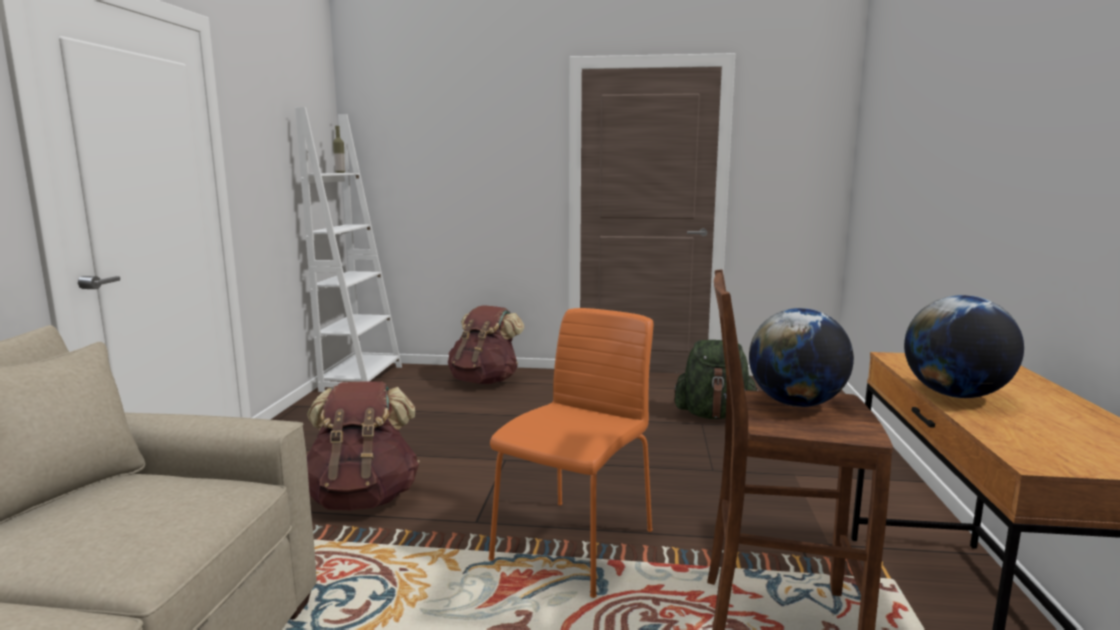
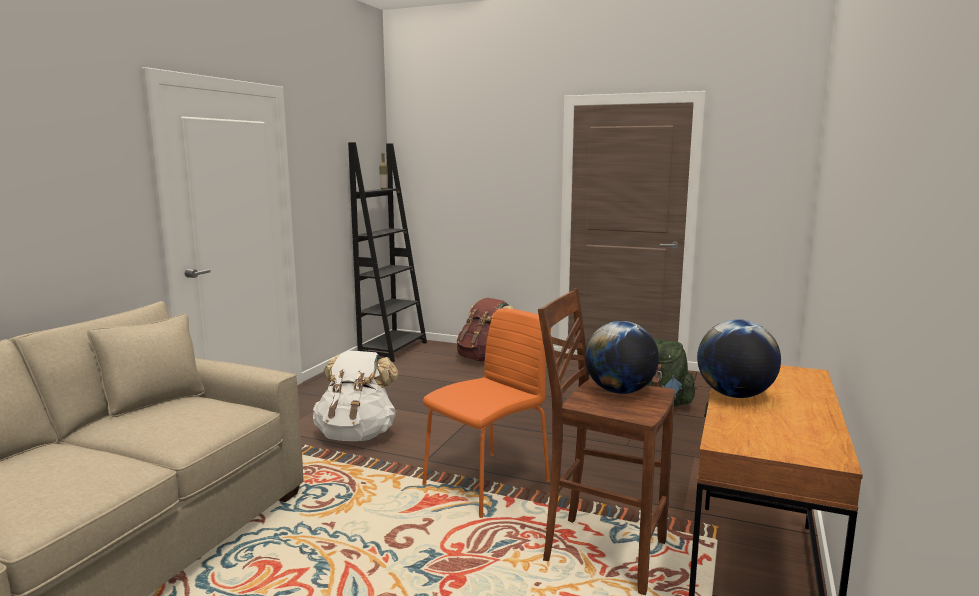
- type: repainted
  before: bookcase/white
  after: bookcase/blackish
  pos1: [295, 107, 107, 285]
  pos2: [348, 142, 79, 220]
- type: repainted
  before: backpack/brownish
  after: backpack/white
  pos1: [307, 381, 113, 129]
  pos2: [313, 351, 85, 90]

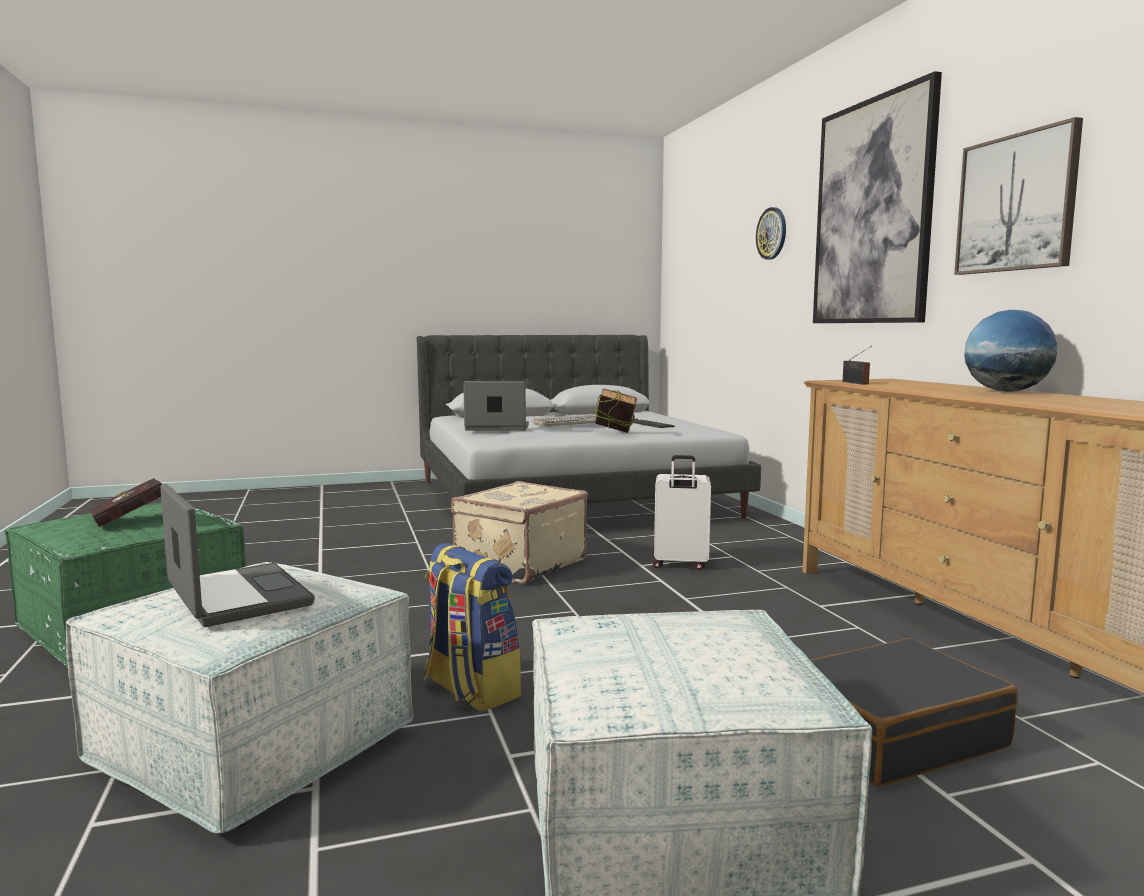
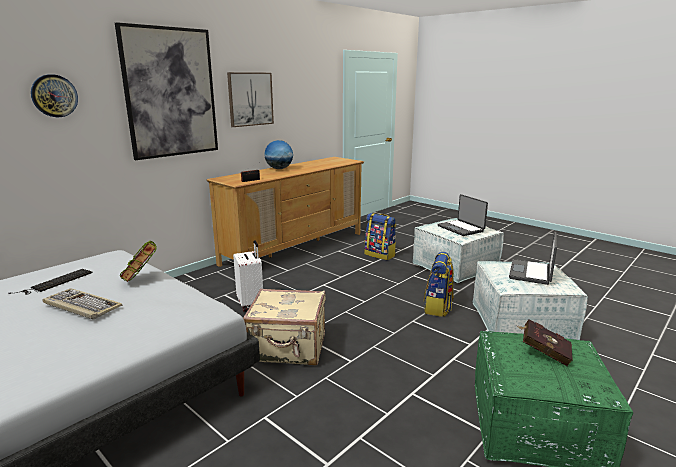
- type: shifted
  before: laptop
  pos1: [463, 381, 66, 50]
  pos2: [437, 194, 51, 42]
- type: swapped
  before: travel case/blackish
  after: backpack
  pos1: [810, 638, 208, 149]
  pos2: [364, 213, 32, 47]

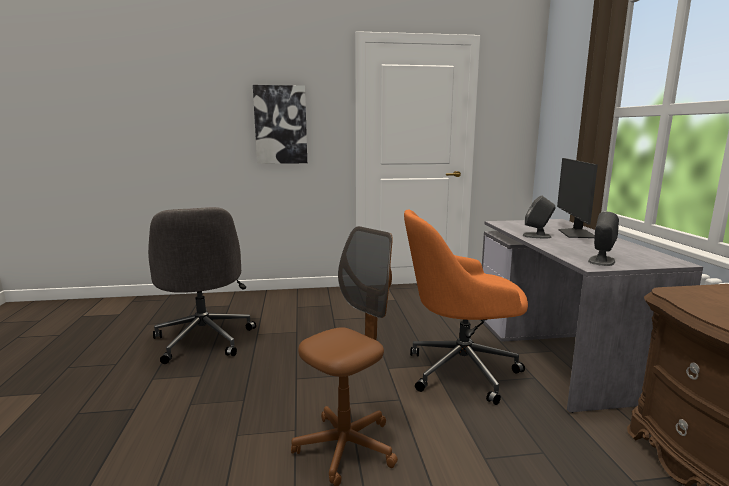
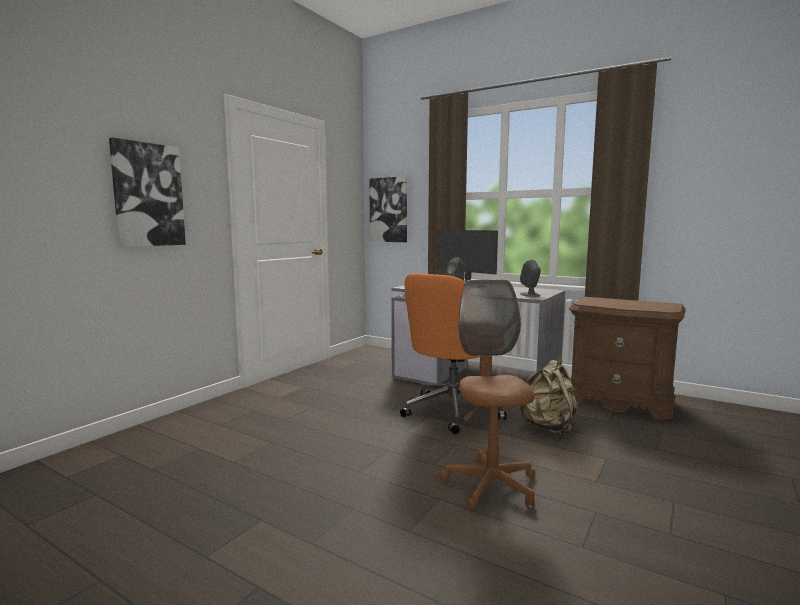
- type: gone
  before: office chair/gray
  pos1: [148, 207, 108, 157]
- type: new
  after: wall picture
  pos2: [369, 176, 38, 66]
- type: new
  after: backpack/beige
  pos2: [518, 359, 59, 76]

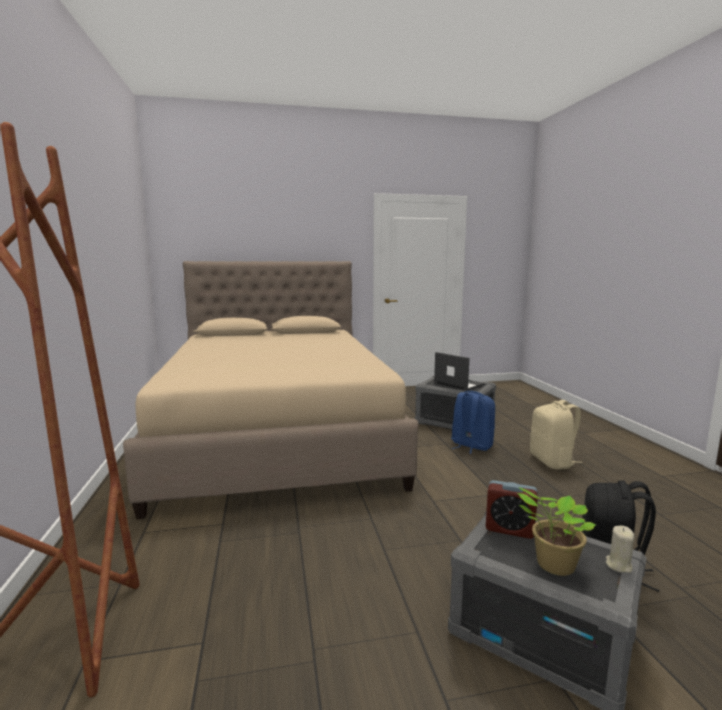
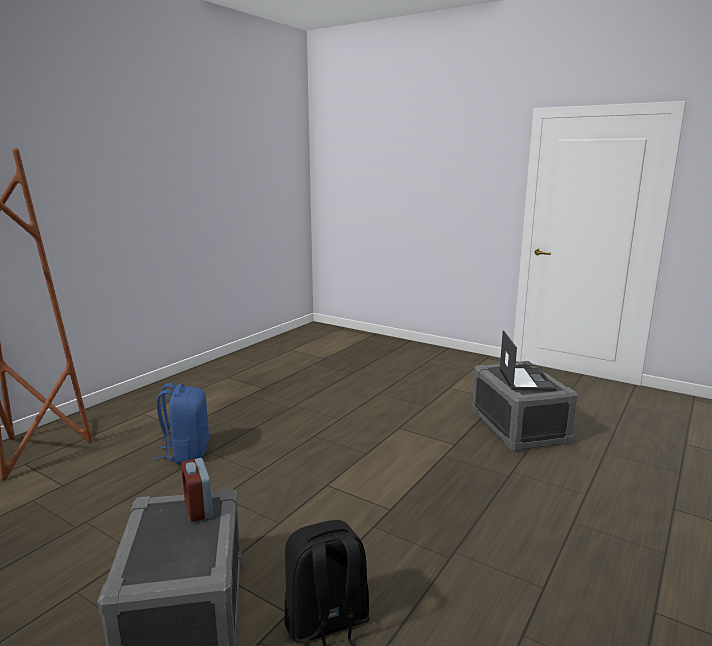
- type: gone
  before: bed/beige
  pos1: [123, 261, 295, 258]
- type: gone
  before: plant in a pot
  pos1: [517, 487, 79, 89]
- type: gone
  before: backpack/beige
  pos1: [530, 400, 52, 70]
- type: gone
  before: candle/beige
  pos1: [606, 526, 28, 47]
- type: shifted
  before: backpack/bluish
  pos1: [451, 391, 44, 63]
  pos2: [154, 383, 55, 81]

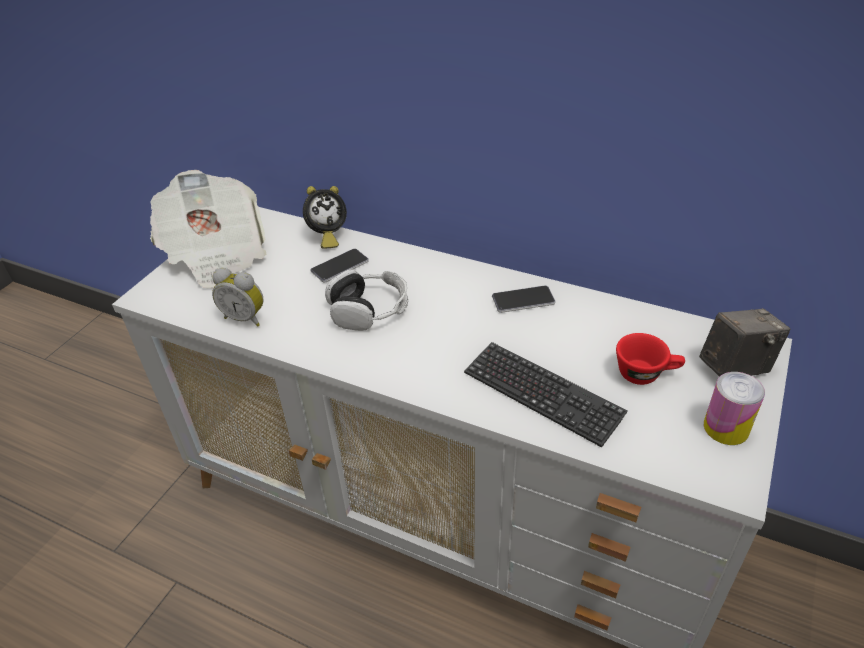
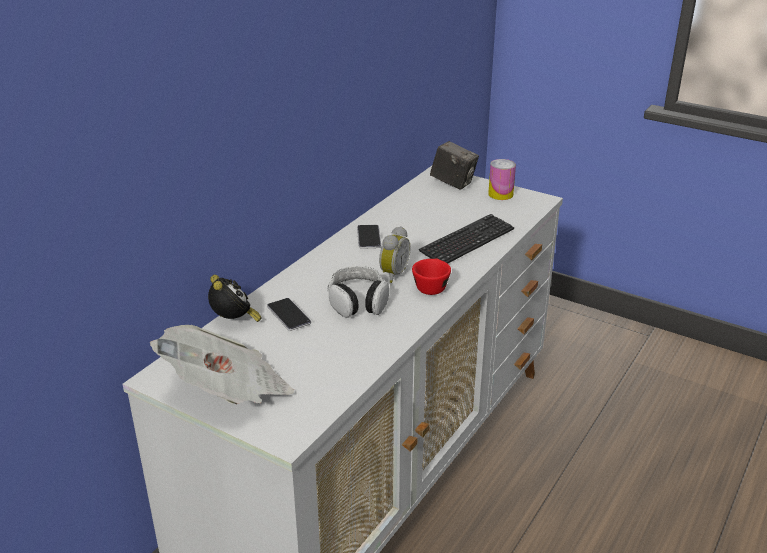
- type: shifted
  before: alarm clock
  pos1: [212, 268, 52, 59]
  pos2: [379, 226, 32, 57]
- type: shifted
  before: cup/reddish
  pos1: [616, 333, 69, 52]
  pos2: [412, 258, 39, 37]
- type: rotated
  before: photo camera
  pos1: [699, 308, 92, 69]
  pos2: [430, 141, 49, 48]
  turn: 135

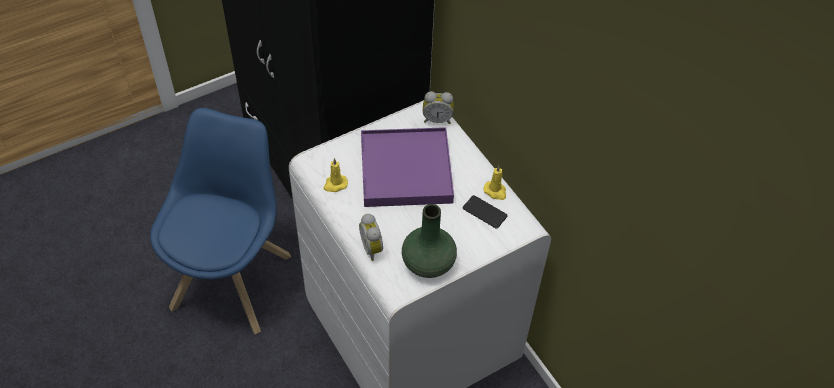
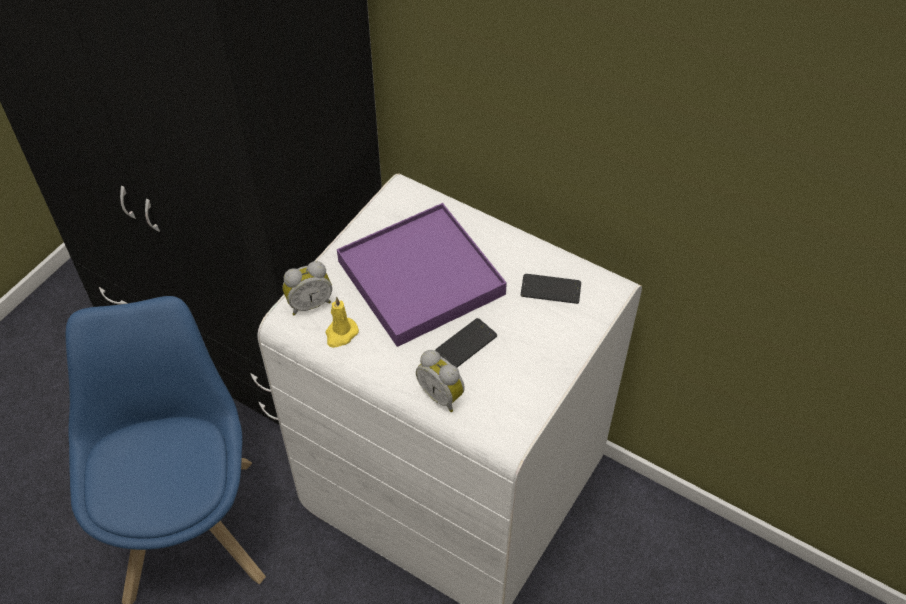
- type: gone
  before: flower vase/green
  pos1: [402, 204, 55, 74]
- type: gone
  before: candle/yellowish
  pos1: [483, 165, 23, 35]
- type: new
  after: handset
  pos2: [435, 318, 62, 49]
- type: shifted
  before: alarm clock
  pos1: [423, 91, 31, 33]
  pos2: [282, 261, 50, 55]

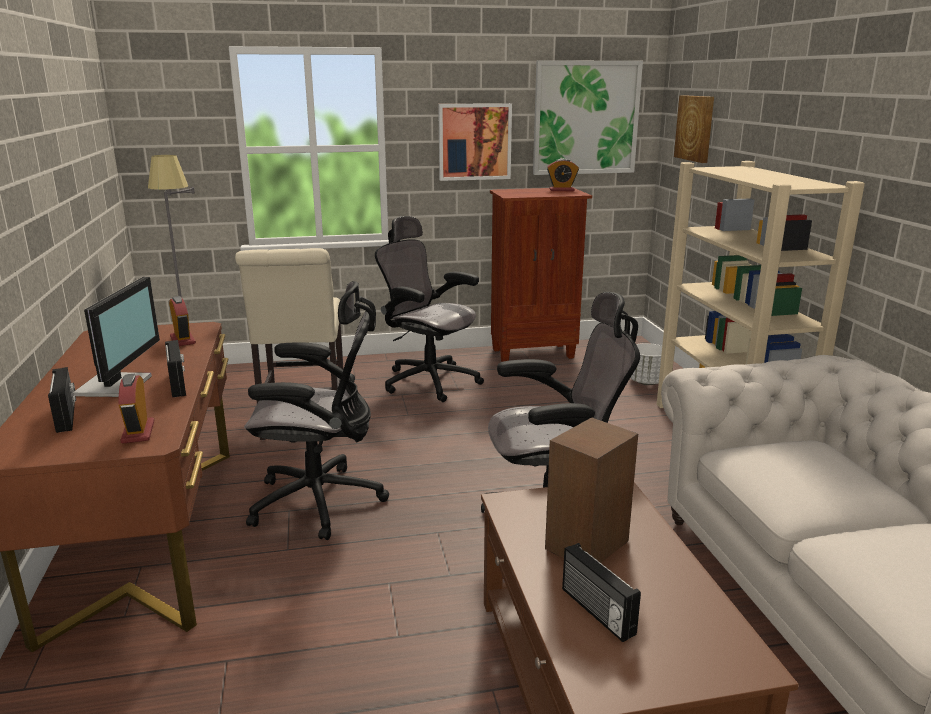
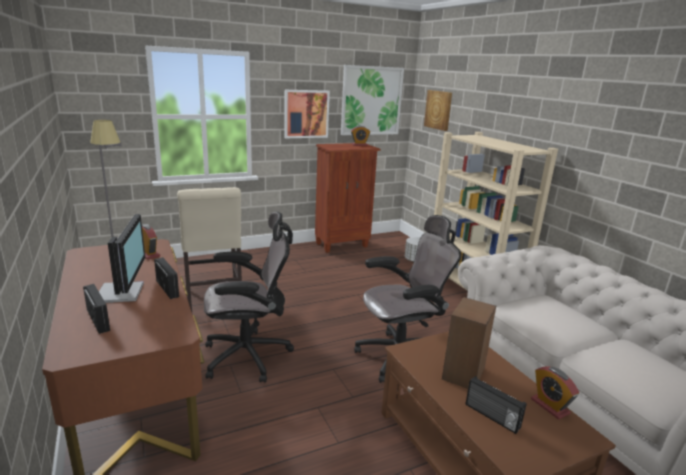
- type: gone
  before: office chair
  pos1: [375, 216, 109, 186]
- type: shifted
  before: alarm clock
  pos1: [119, 374, 36, 70]
  pos2: [531, 366, 48, 53]

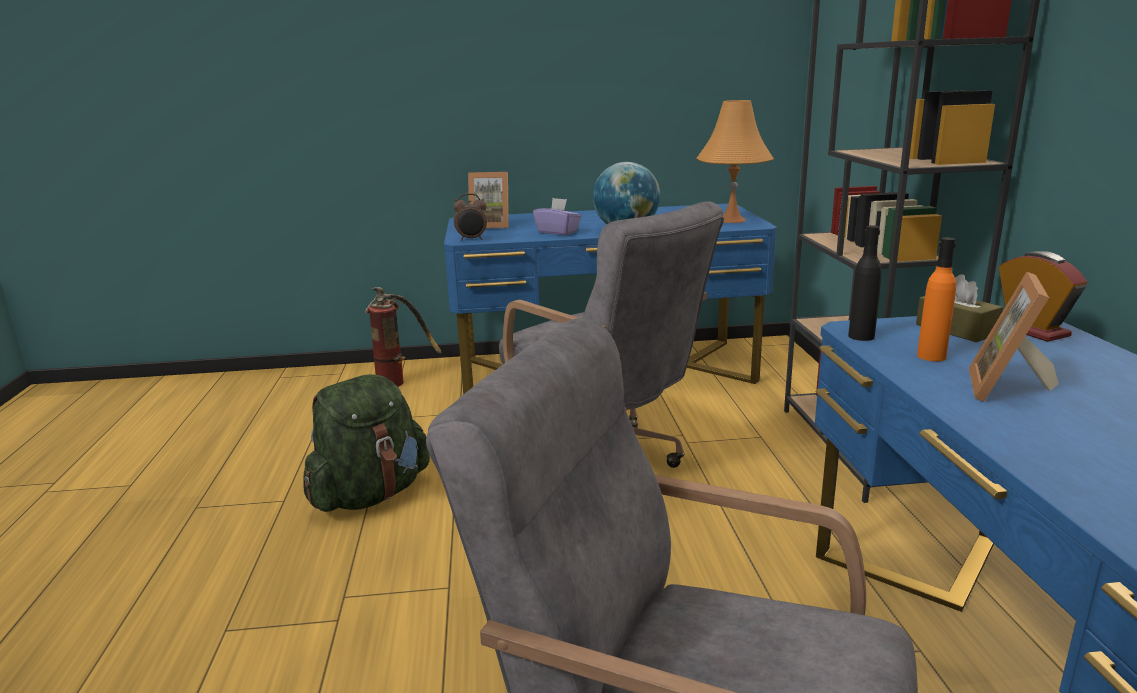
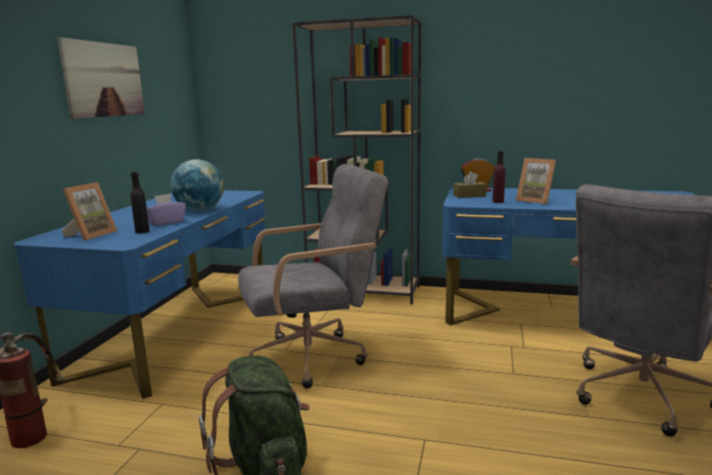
- type: gone
  before: alarm clock
  pos1: [453, 193, 34, 48]
- type: gone
  before: lamp for a table/orange-coloured
  pos1: [696, 100, 78, 123]
- type: new
  after: wall picture
  pos2: [57, 37, 88, 82]
- type: shifted
  before: bottle/blackish
  pos1: [848, 225, 34, 116]
  pos2: [130, 172, 20, 62]
- type: repainted
  before: bottle/orange-coloured
  after: bottle/purple-coloured
  pos1: [917, 237, 39, 124]
  pos2: [492, 151, 13, 52]

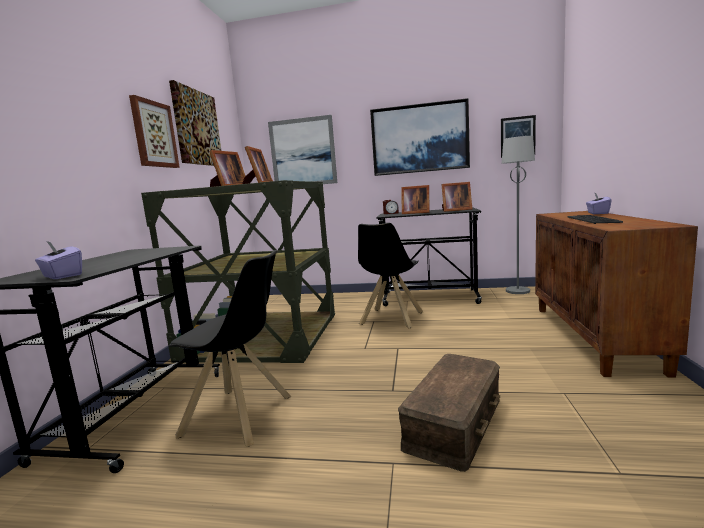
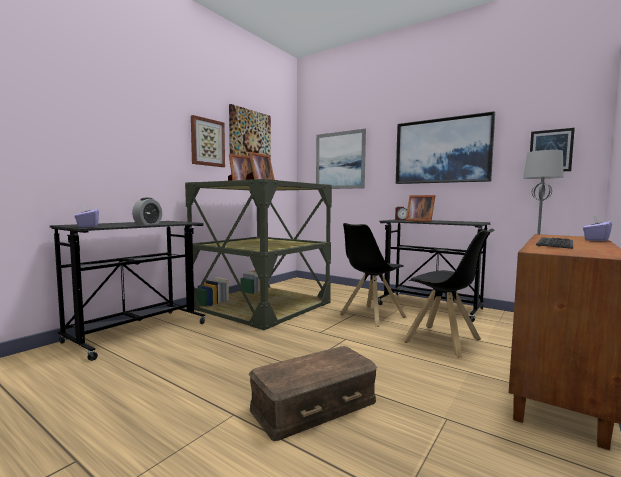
- type: gone
  before: photo frame
  pos1: [442, 182, 30, 30]
- type: new
  after: alarm clock
  pos2: [132, 198, 30, 27]
- type: shifted
  before: plain chair/blackish
  pos1: [168, 250, 123, 197]
  pos2: [403, 229, 91, 128]

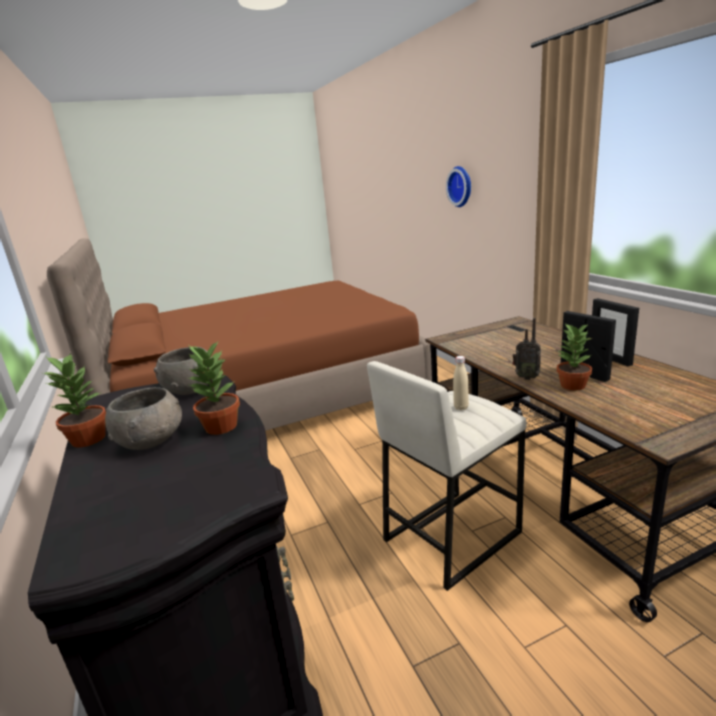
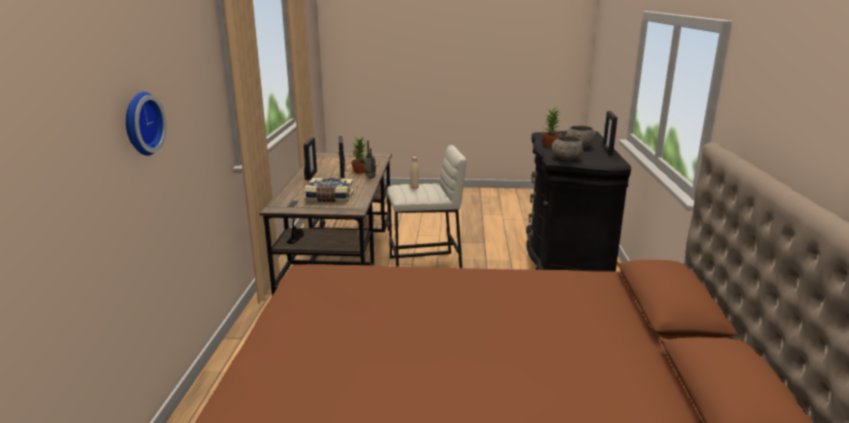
- type: new
  after: book
  pos2: [305, 178, 49, 25]
- type: swapped
  before: plant in a pot
  after: photo frame
  pos1: [43, 353, 63, 95]
  pos2: [603, 111, 15, 45]

